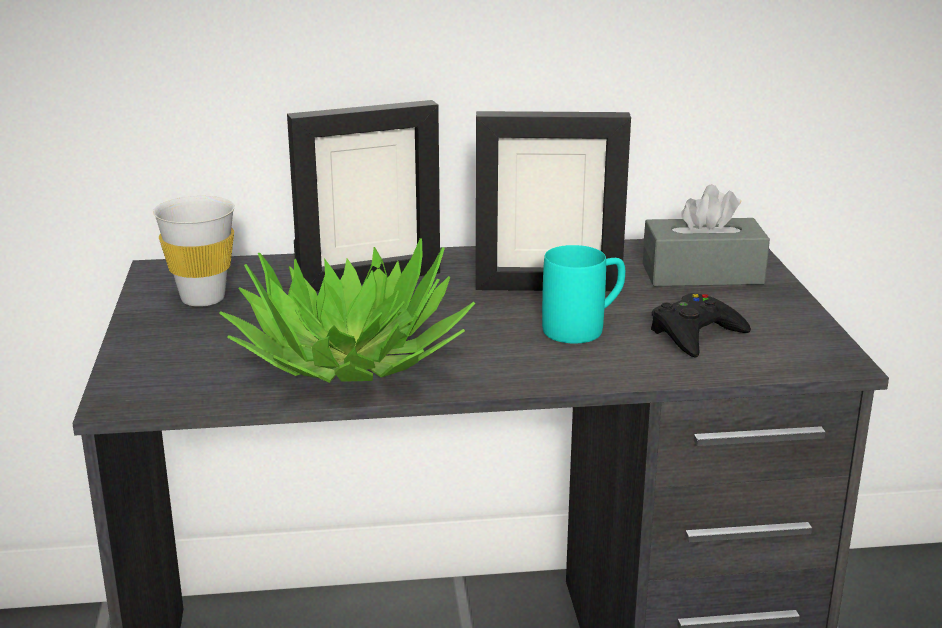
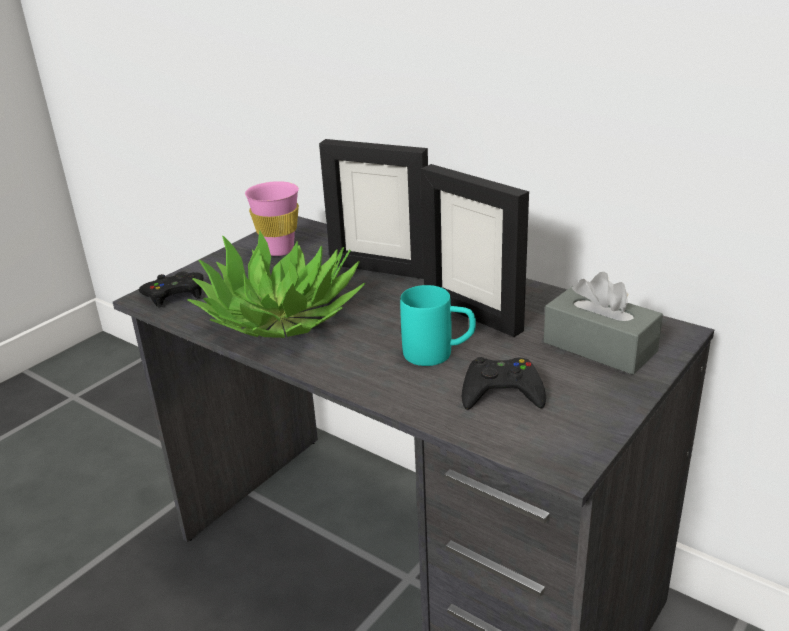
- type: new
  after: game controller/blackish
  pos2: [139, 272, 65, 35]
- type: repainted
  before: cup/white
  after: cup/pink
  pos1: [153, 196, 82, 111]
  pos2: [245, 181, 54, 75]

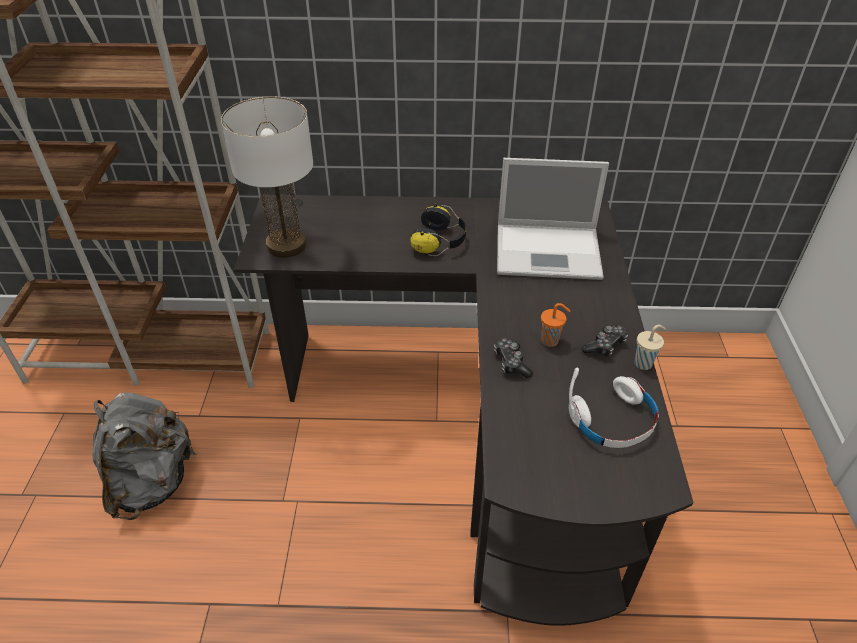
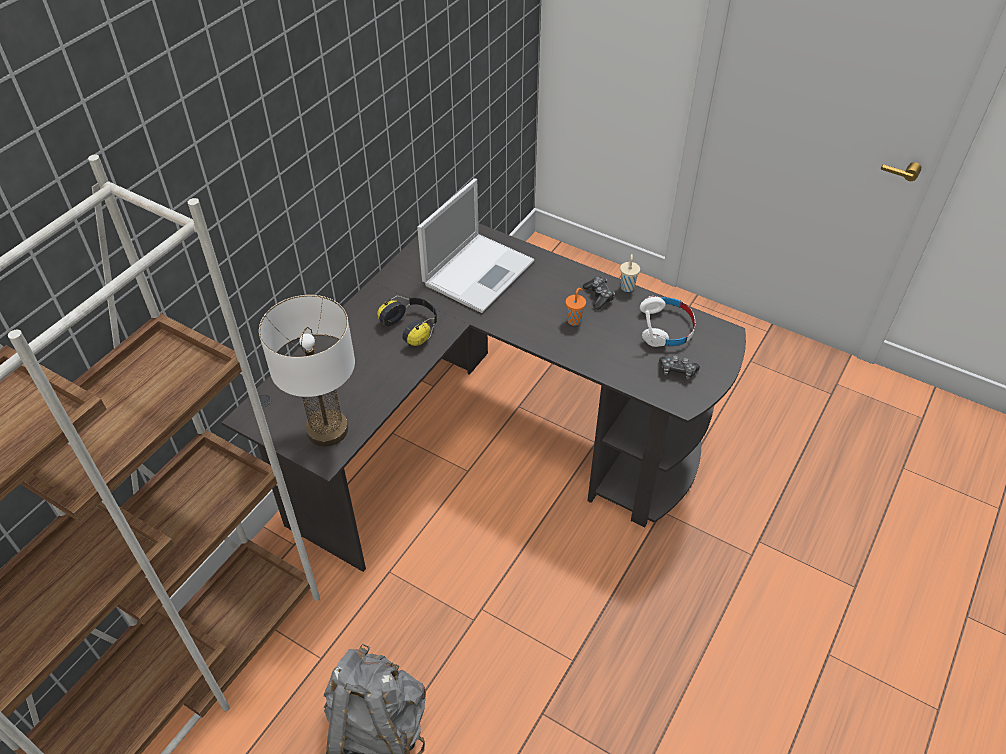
- type: shifted
  before: game controller
  pos1: [494, 338, 39, 40]
  pos2: [659, 355, 41, 25]

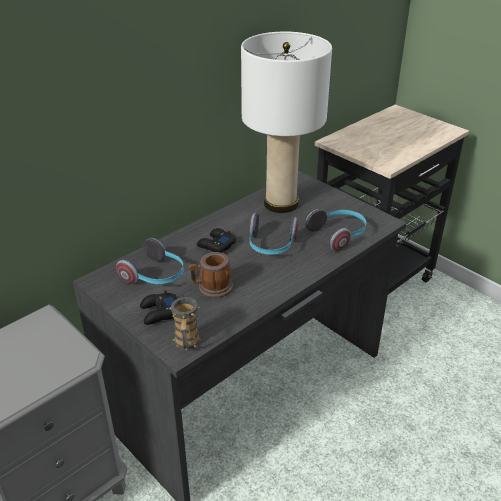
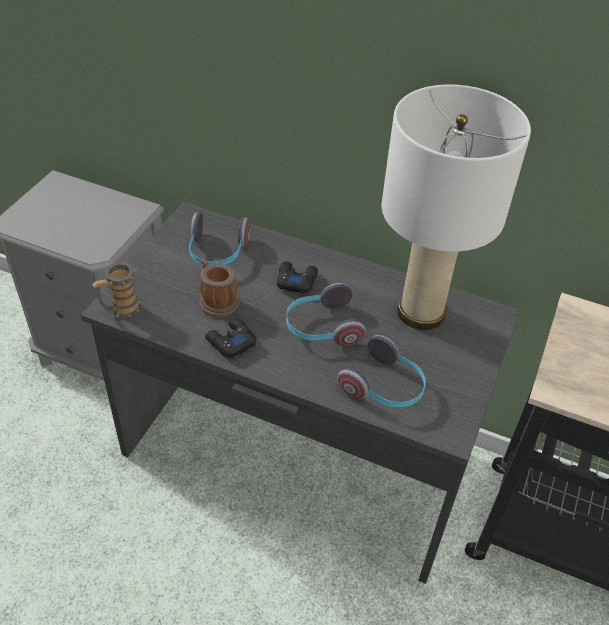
- type: shifted
  before: game controller/blackish
  pos1: [140, 290, 37, 35]
  pos2: [205, 318, 51, 40]

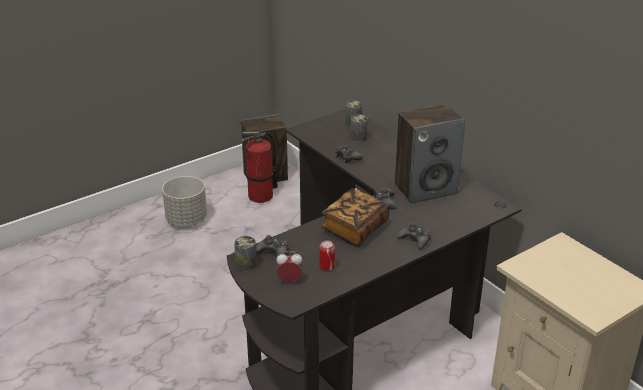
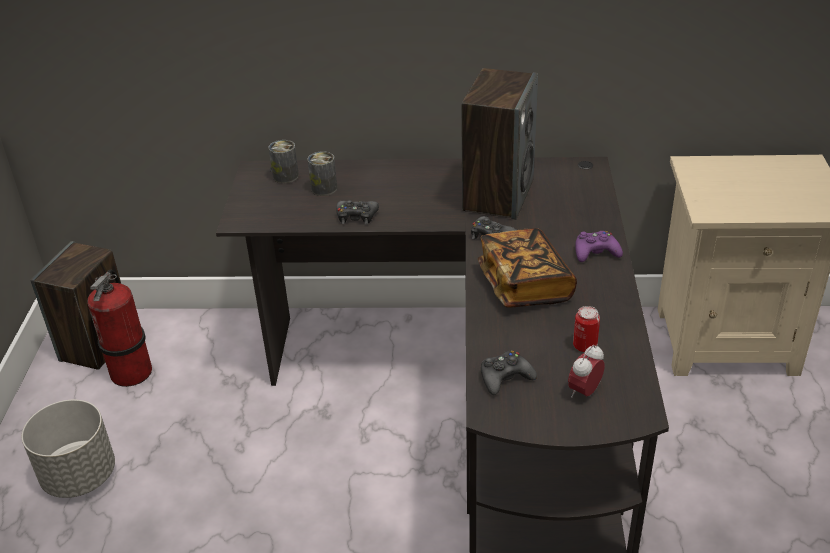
- type: gone
  before: metal can
  pos1: [234, 236, 23, 36]
- type: repainted
  before: game controller/blackish
  after: game controller/purple-coloured
  pos1: [397, 223, 34, 27]
  pos2: [575, 231, 48, 31]

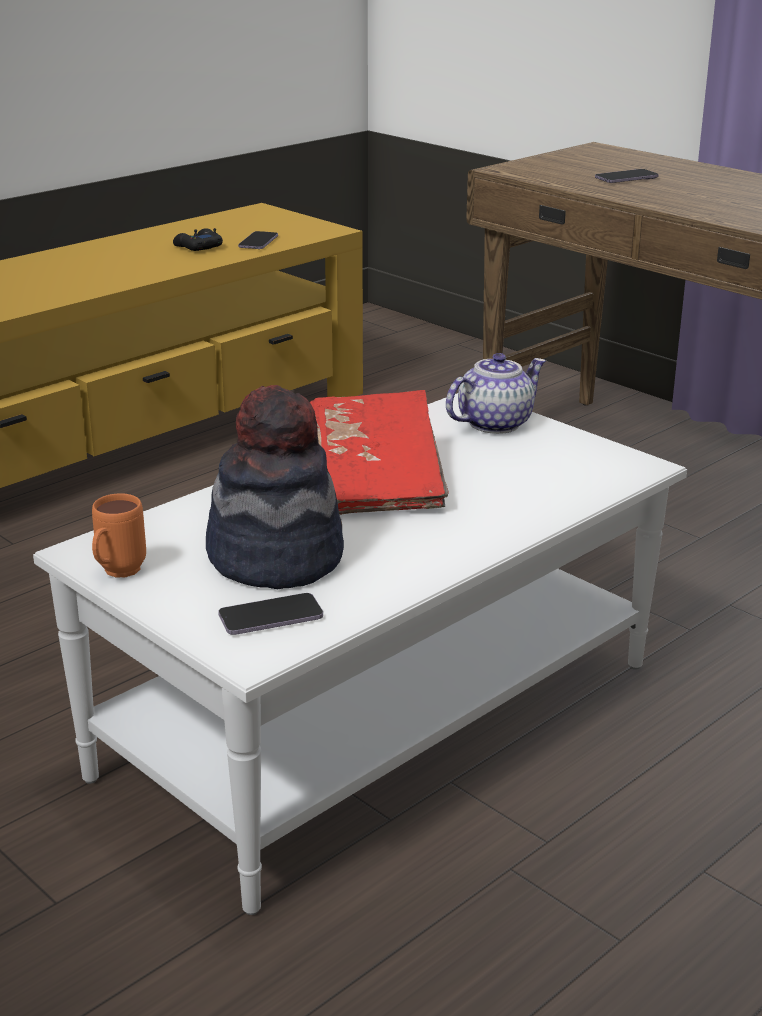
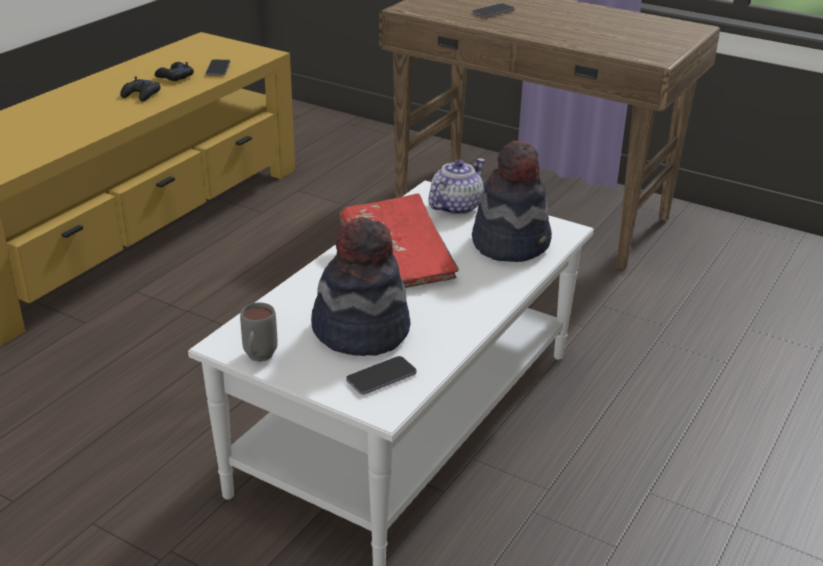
- type: new
  after: game controller/blackish
  pos2: [121, 76, 40, 26]
- type: new
  after: wearable hat
  pos2: [472, 140, 80, 122]
- type: repainted
  before: tea mug/orange-coloured
  after: tea mug/gray
  pos1: [92, 493, 54, 85]
  pos2: [240, 303, 38, 59]

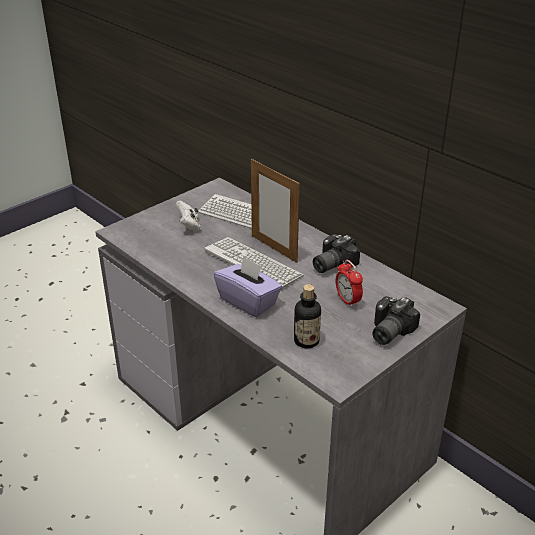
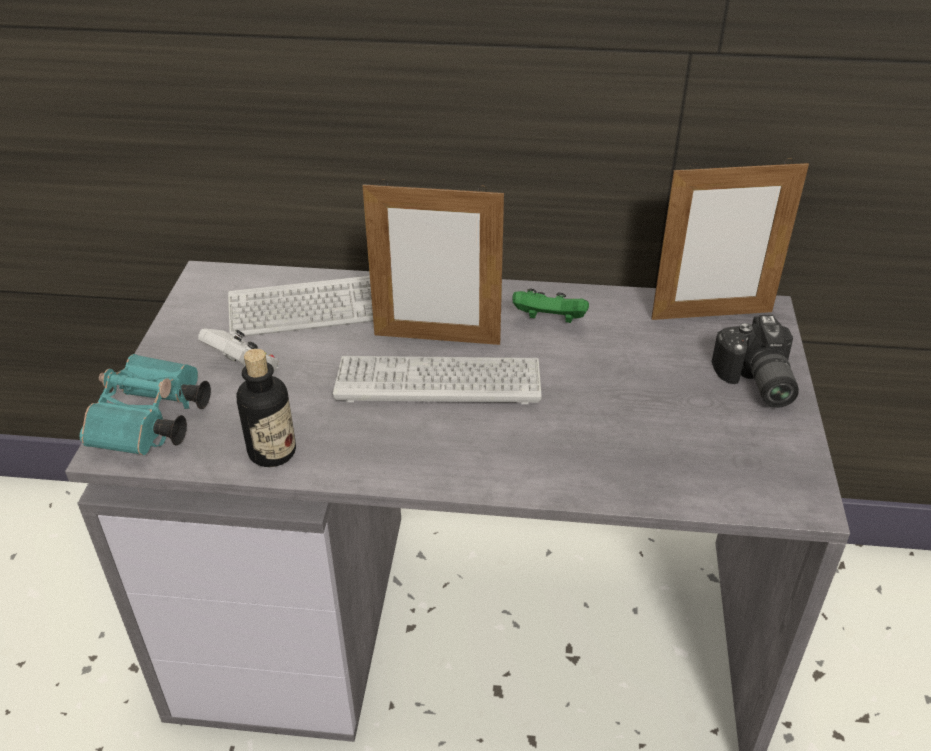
- type: gone
  before: tissue holder/purple-coloured
  pos1: [214, 256, 68, 61]
- type: gone
  before: alarm clock
  pos1: [336, 260, 27, 48]
- type: new
  after: pair of binoculars/blue-green
  pos2: [80, 354, 131, 101]
- type: new
  after: photo frame
  pos2: [651, 158, 158, 162]
- type: shifted
  before: bottle
  pos1: [294, 284, 27, 64]
  pos2: [236, 349, 60, 118]
- type: swapped
  before: photo camera
  after: game controller/green
  pos1: [313, 234, 47, 39]
  pos2: [512, 289, 77, 34]

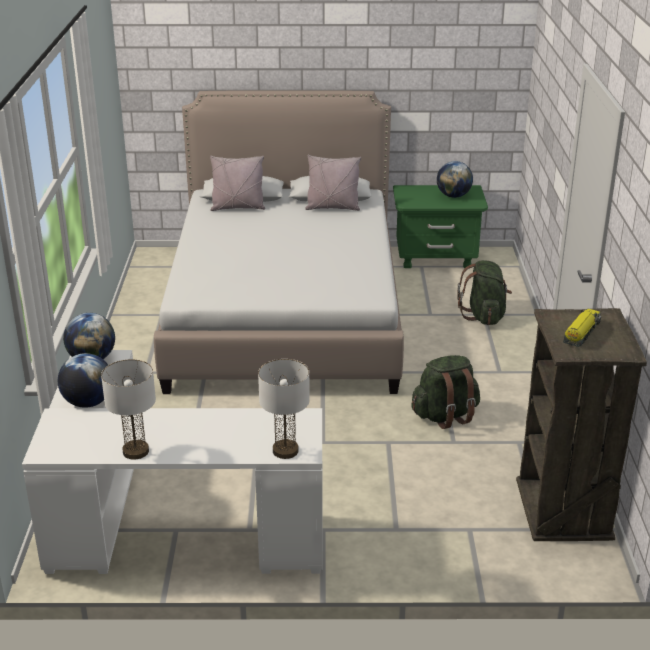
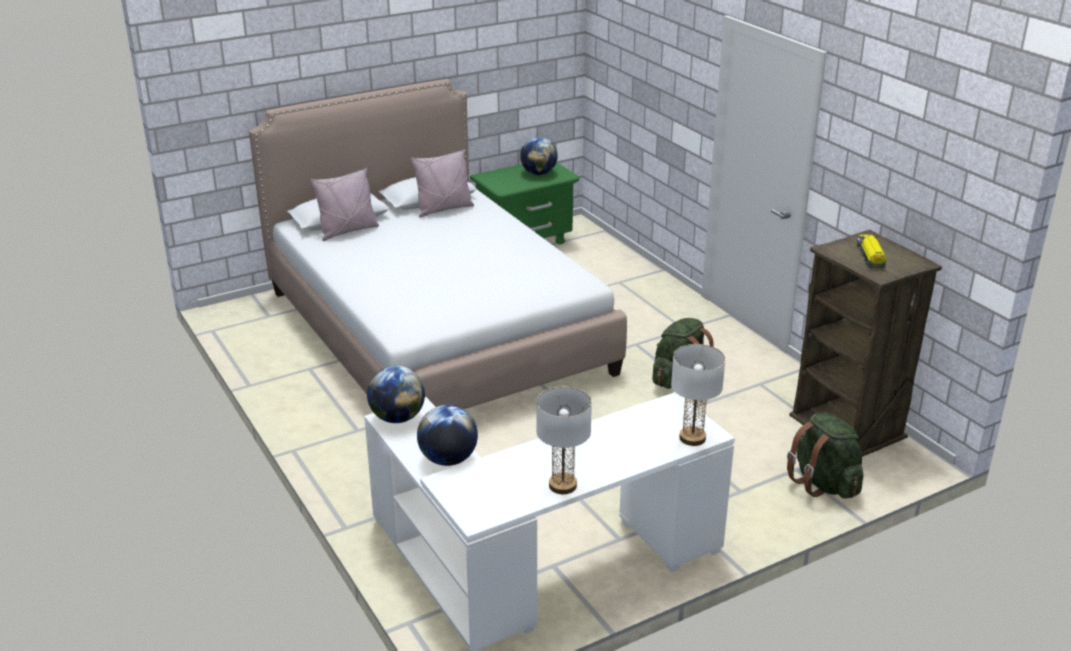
- type: shifted
  before: backpack/green
  pos1: [457, 260, 55, 65]
  pos2: [787, 412, 76, 87]

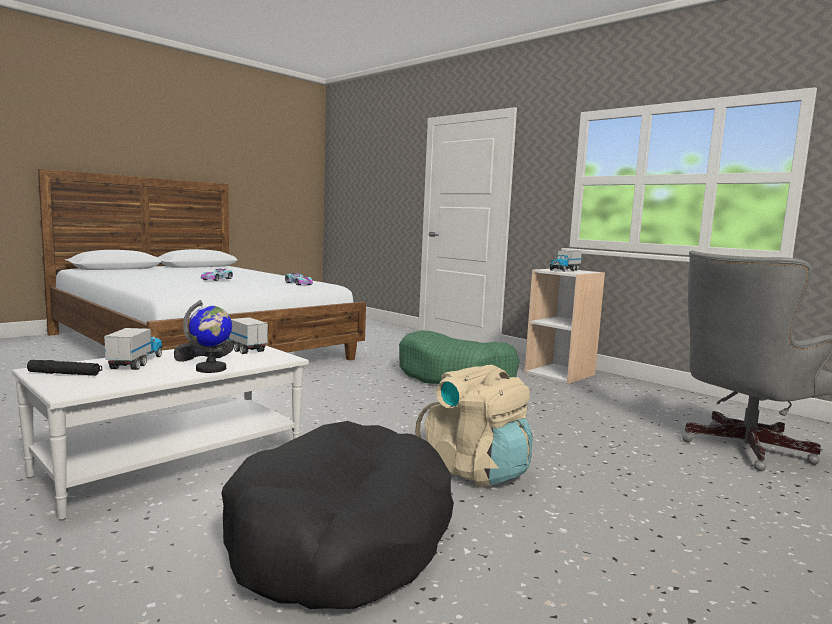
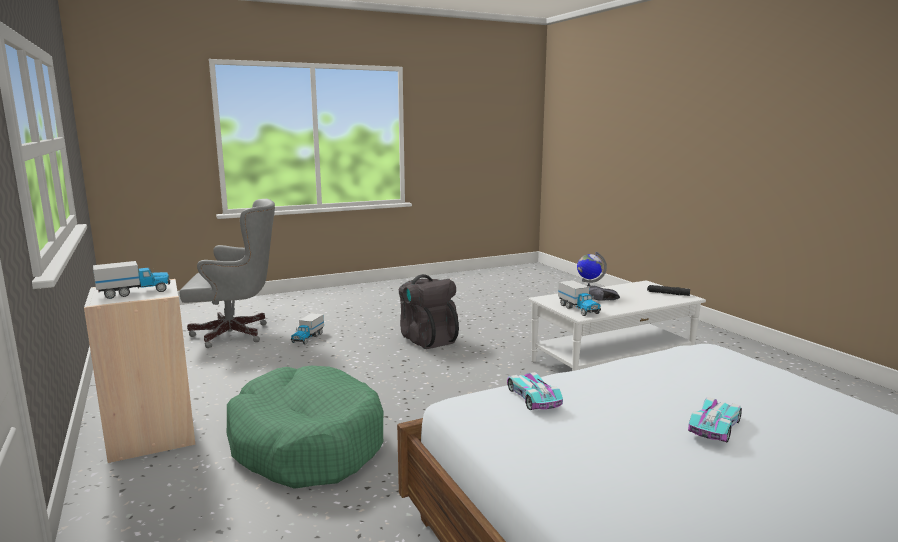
- type: gone
  before: dog cushion/blackish
  pos1: [221, 421, 233, 188]
- type: shifted
  before: toy truck
  pos1: [104, 328, 59, 42]
  pos2: [291, 313, 33, 31]
- type: repainted
  before: backpack/beige
  after: backpack/blackish
  pos1: [415, 365, 118, 122]
  pos2: [399, 274, 60, 75]

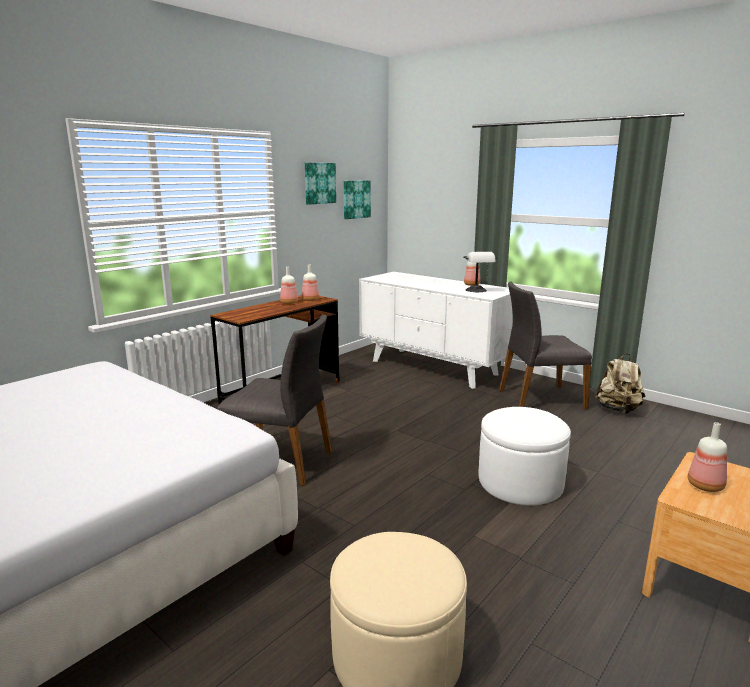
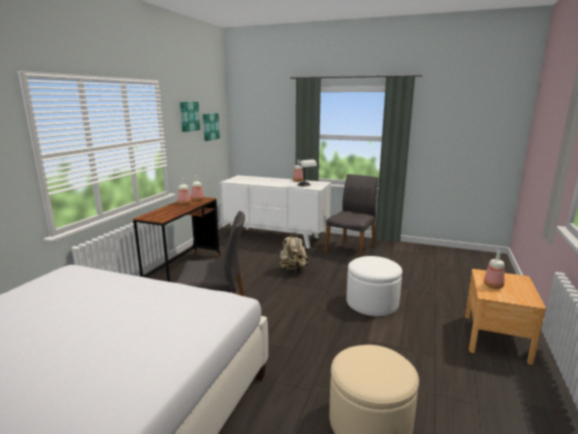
- type: shifted
  before: backpack/beige
  pos1: [594, 354, 51, 60]
  pos2: [277, 232, 31, 41]
- type: rotated
  before: plain chair/gray
  pos1: [499, 282, 93, 128]
  pos2: [325, 174, 54, 83]
  turn: 150

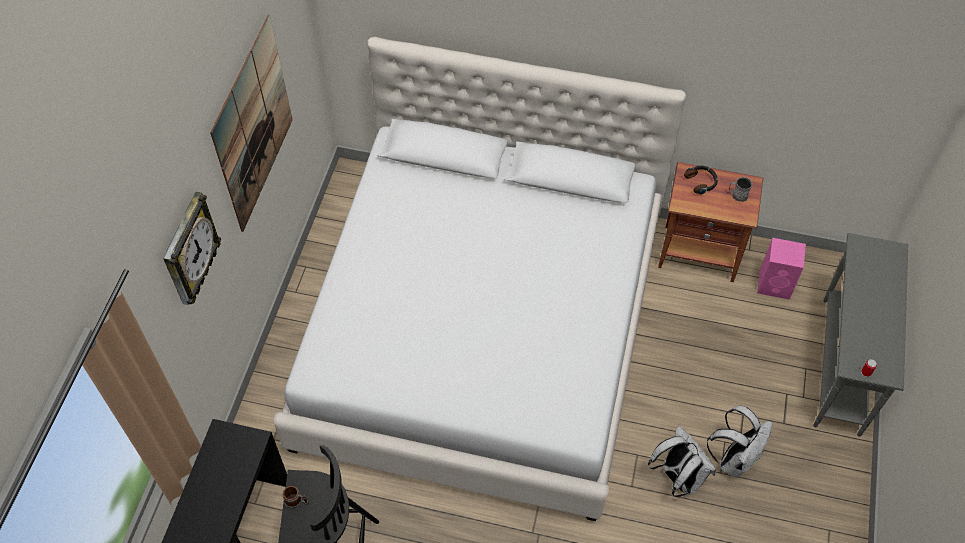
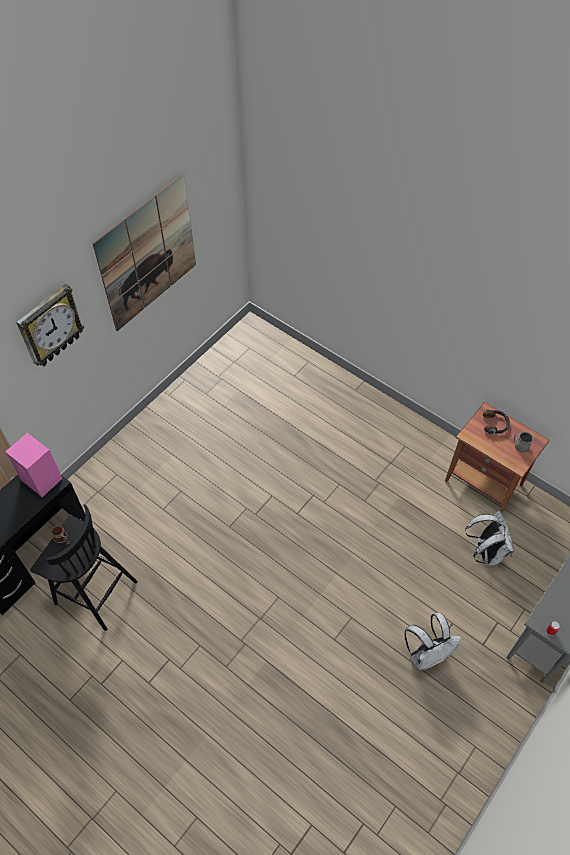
- type: gone
  before: bed/white
  pos1: [273, 36, 413, 485]
- type: shifted
  before: backpack/white
  pos1: [648, 426, 68, 71]
  pos2: [465, 510, 49, 55]
- type: shifted
  before: loudspeaker/pink
  pos1: [757, 238, 49, 62]
  pos2: [5, 433, 58, 64]

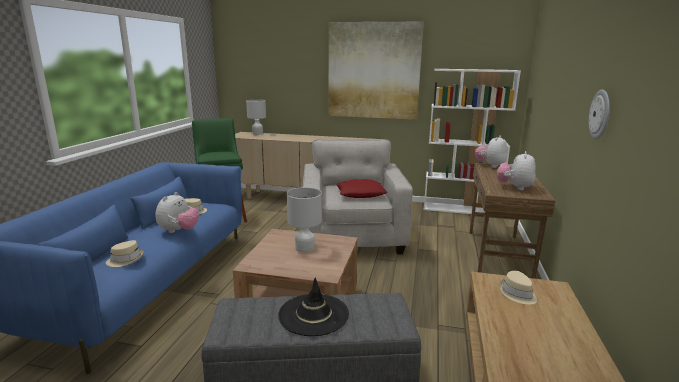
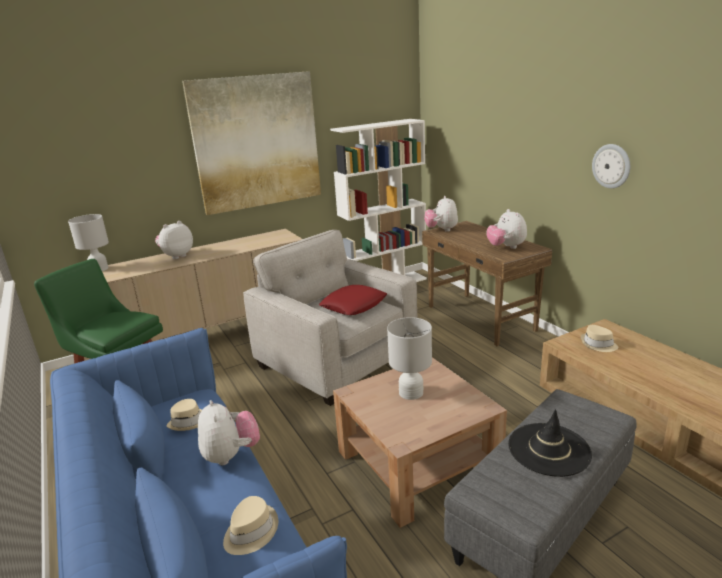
- type: new
  after: soft toy
  pos2: [155, 221, 38, 38]

